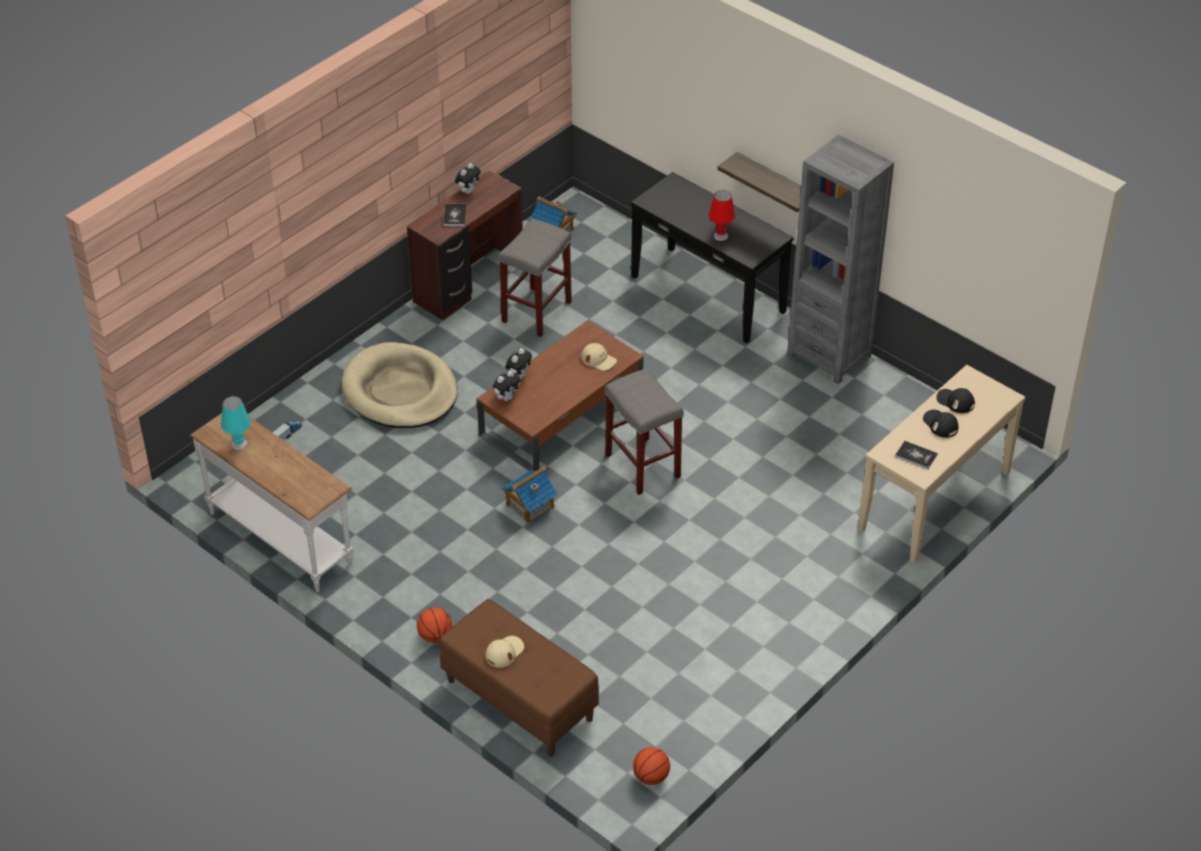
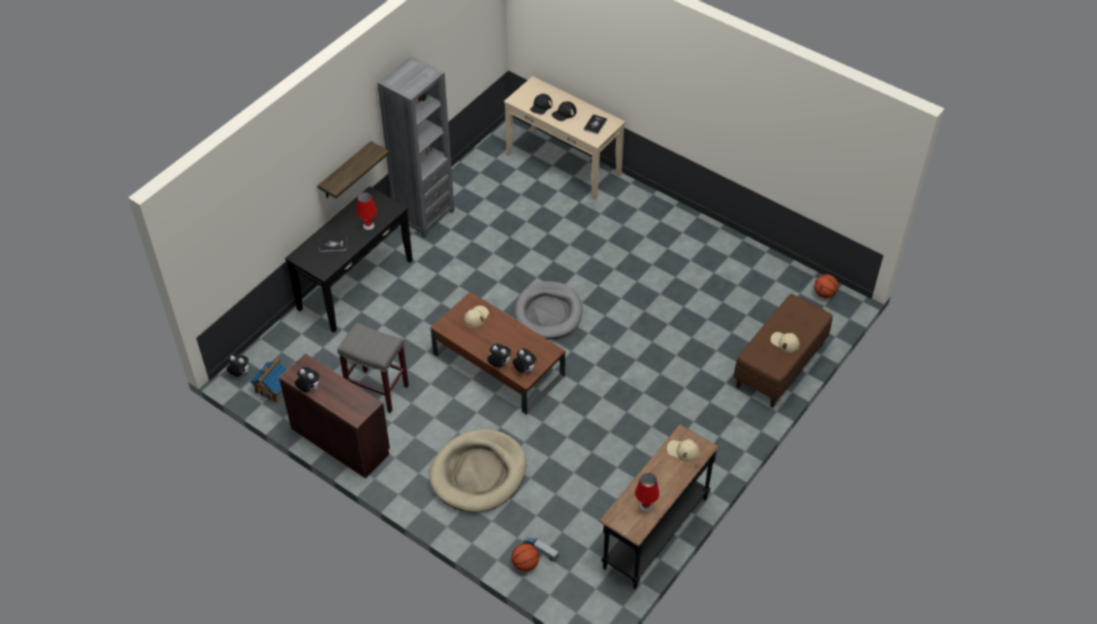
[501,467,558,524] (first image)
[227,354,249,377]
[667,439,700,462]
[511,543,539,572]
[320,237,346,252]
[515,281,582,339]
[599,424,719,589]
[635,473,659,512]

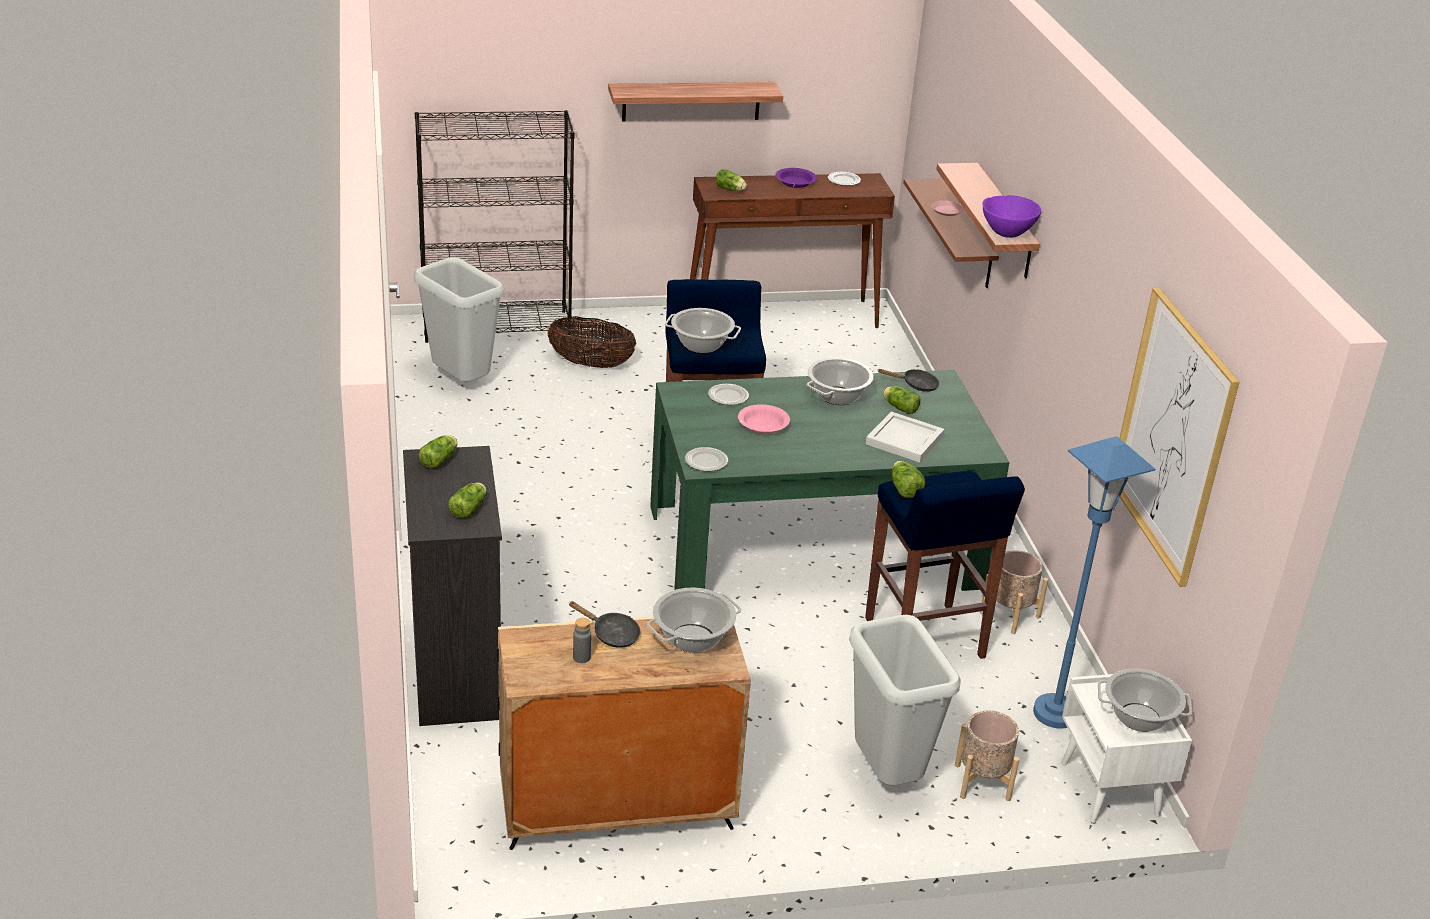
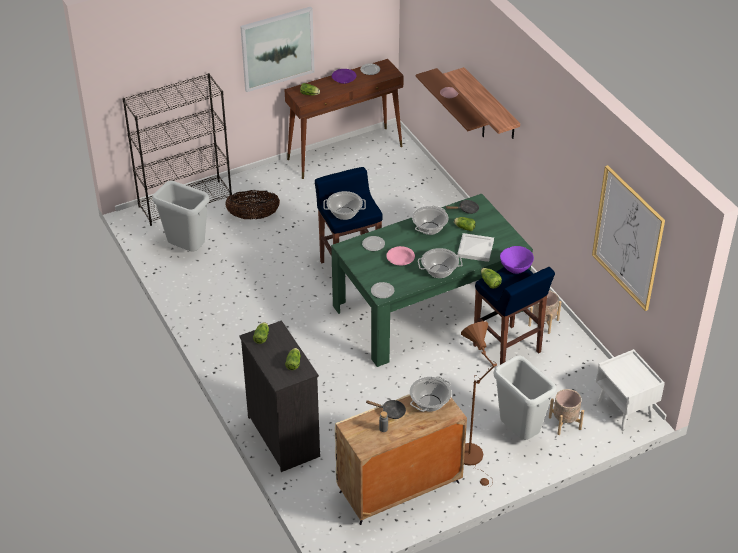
[1033,436,1155,728] (first image)
[461,321,497,487]
[500,246,534,274]
[418,248,463,278]
[240,7,315,92]

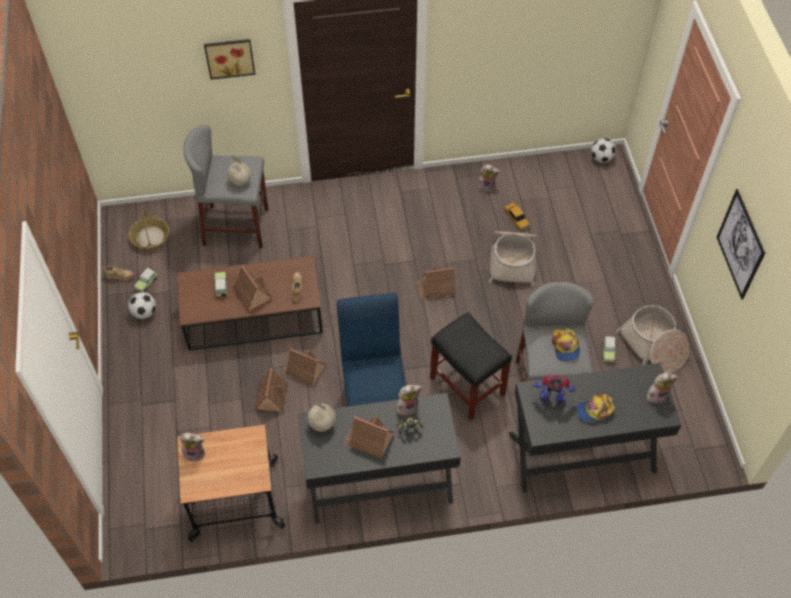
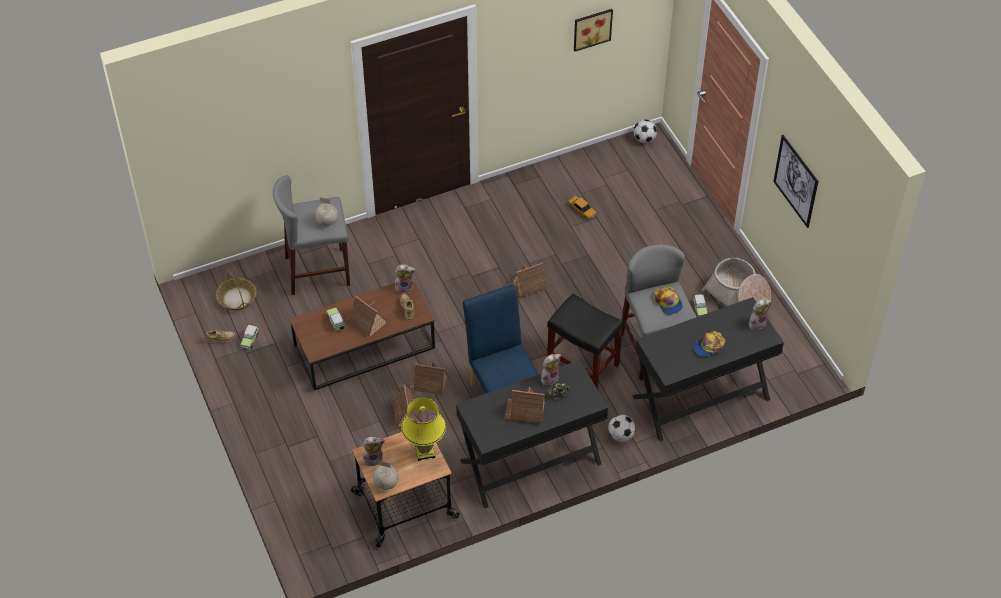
[489,231,537,287] (first image)
[533,375,576,405] (first image)
[401,398,446,461]
[608,415,636,442]
[574,9,613,52]
[373,461,399,490]
[395,265,416,293]

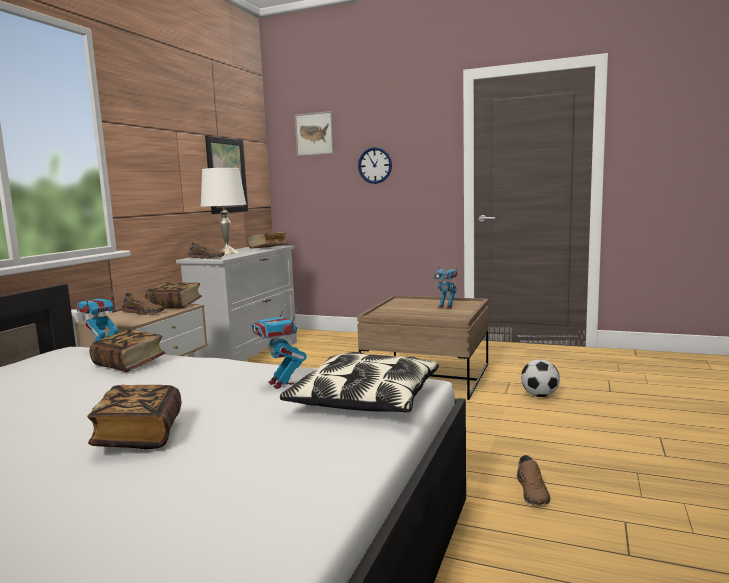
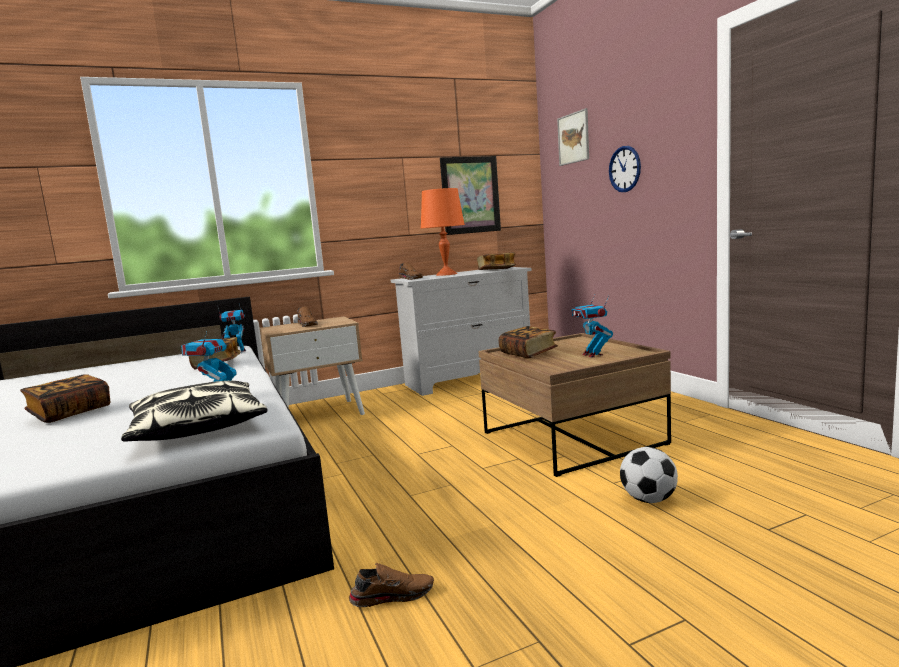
[498,326,558,359]
[421,188,465,276]
[349,563,434,607]

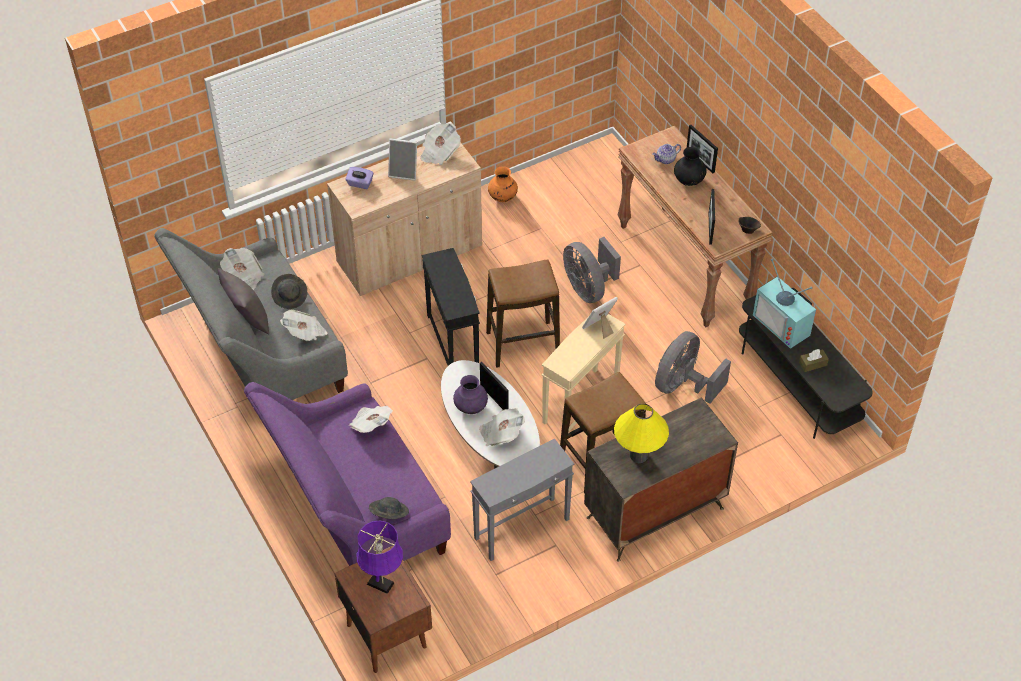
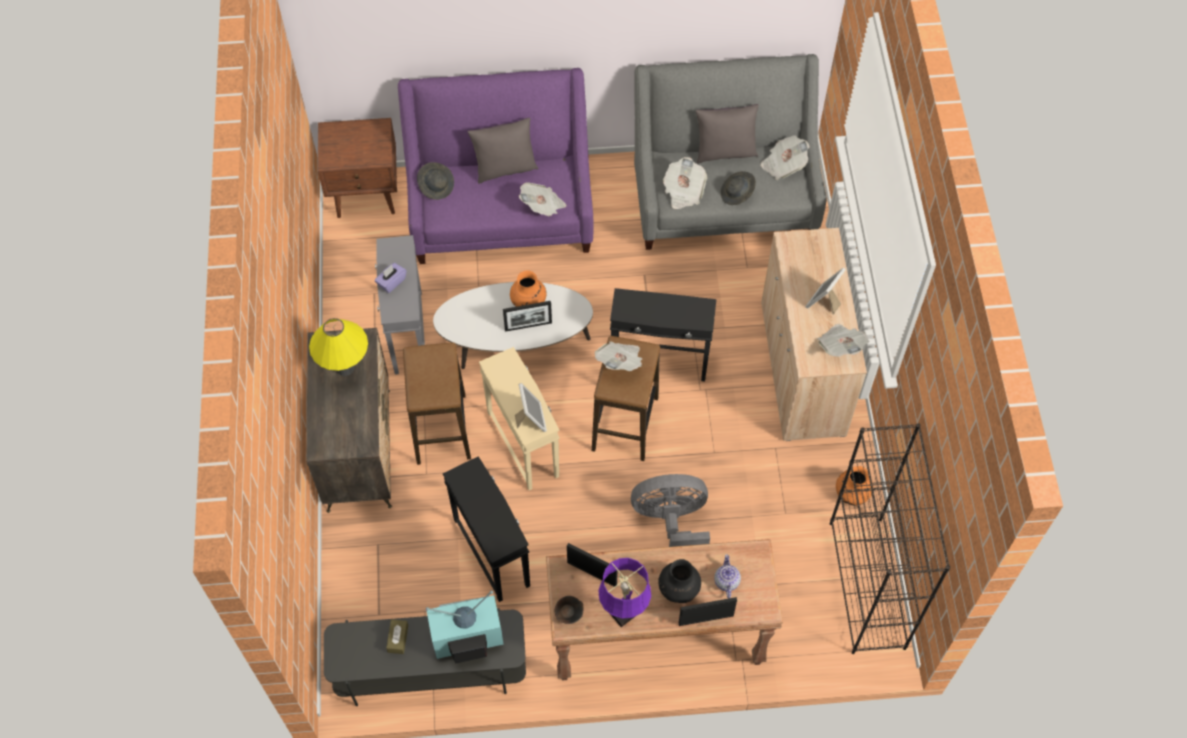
[468,118,538,184]
[830,423,950,654]
[375,263,406,293]
[598,558,651,627]
[595,341,642,371]
[443,456,530,602]
[510,270,547,307]

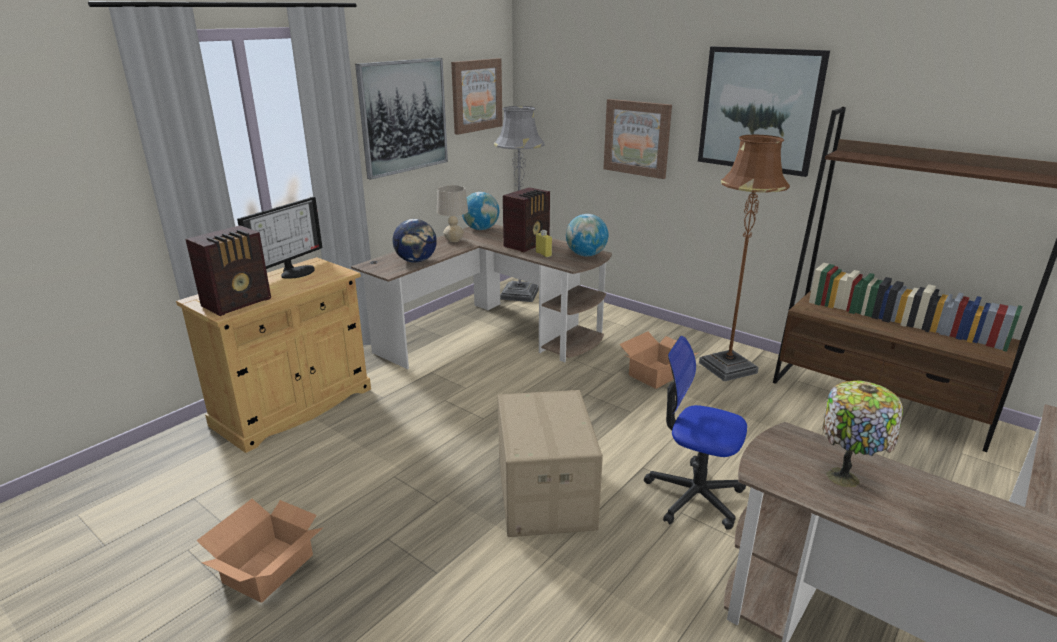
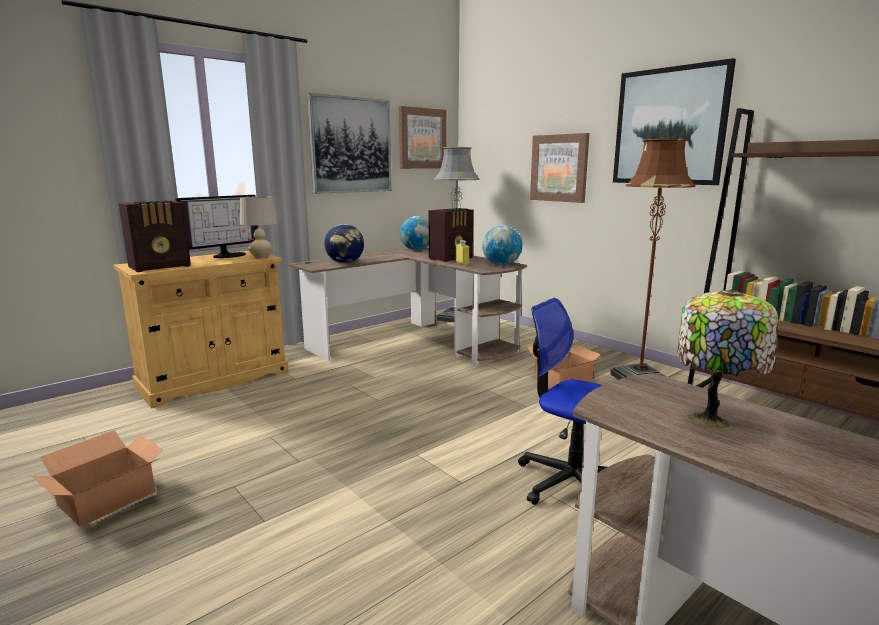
[498,390,603,537] (first image)
[240,196,277,258]

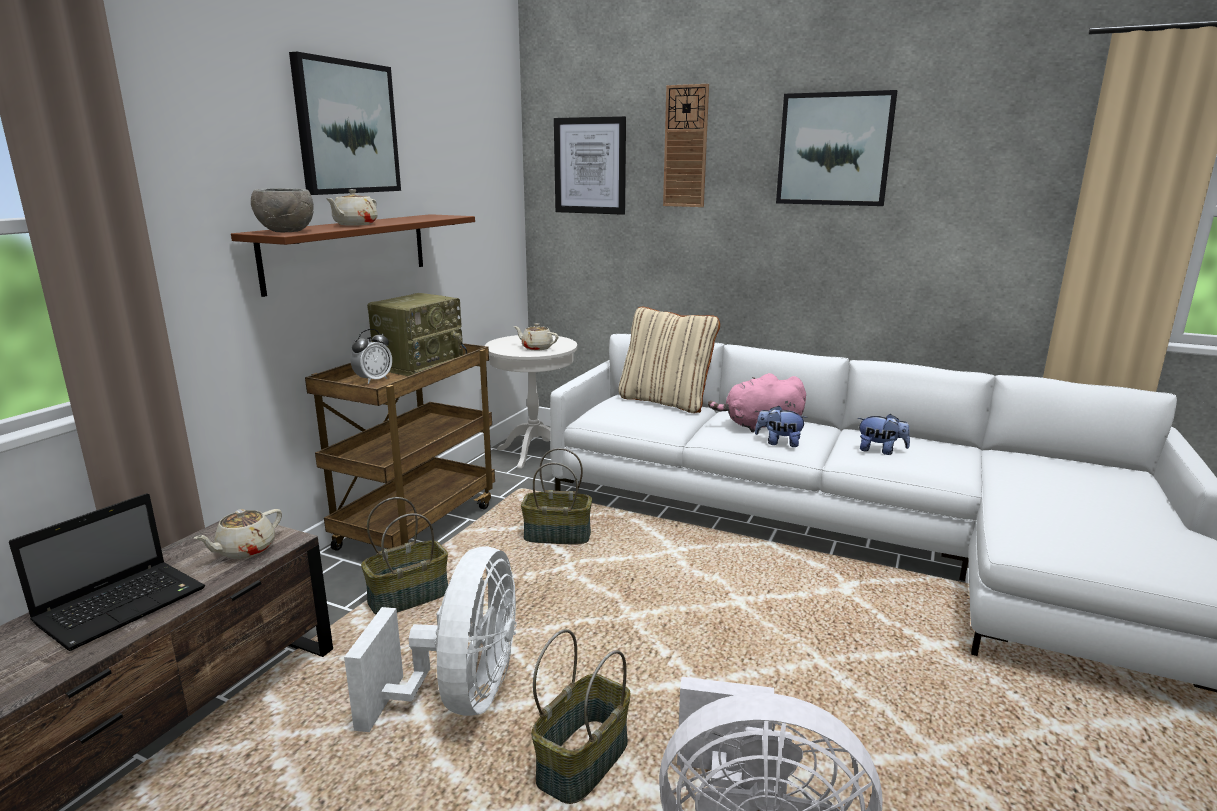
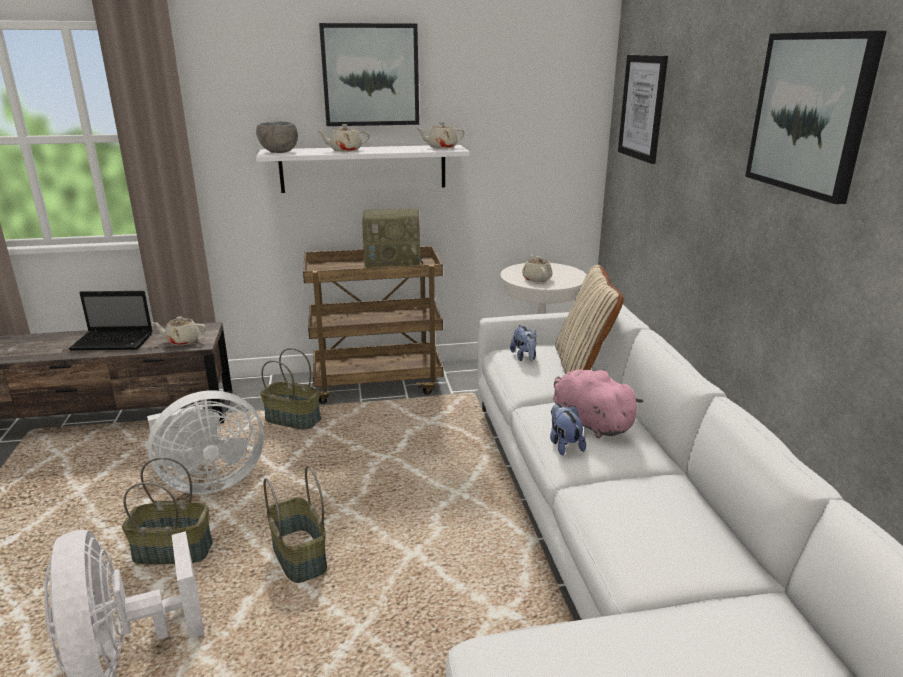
[351,329,392,384] (first image)
[663,84,709,207] (first image)
[416,122,465,149]
[263,466,327,583]
[510,325,537,361]
[256,145,469,193]

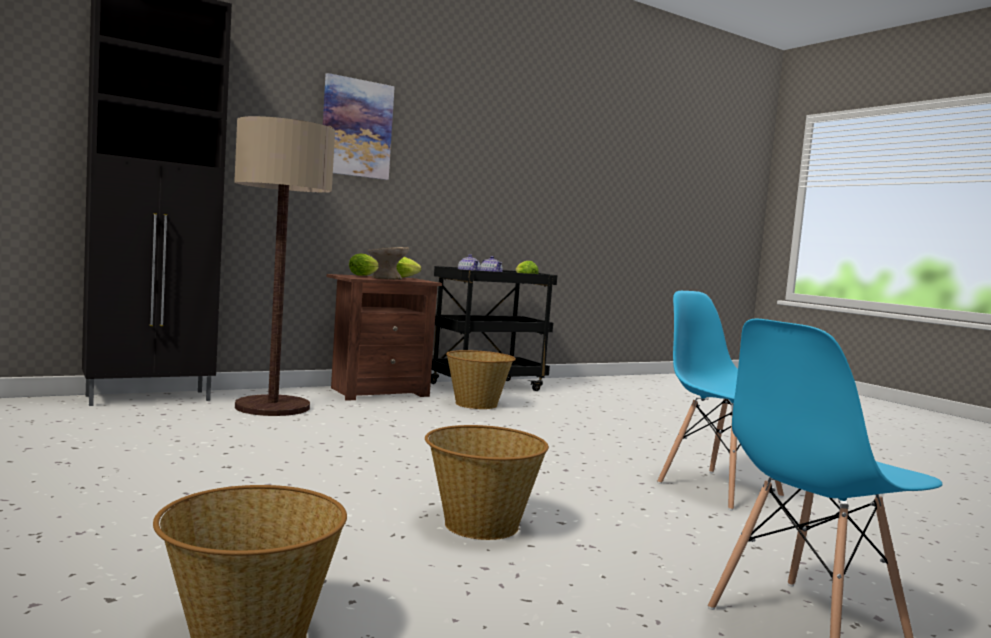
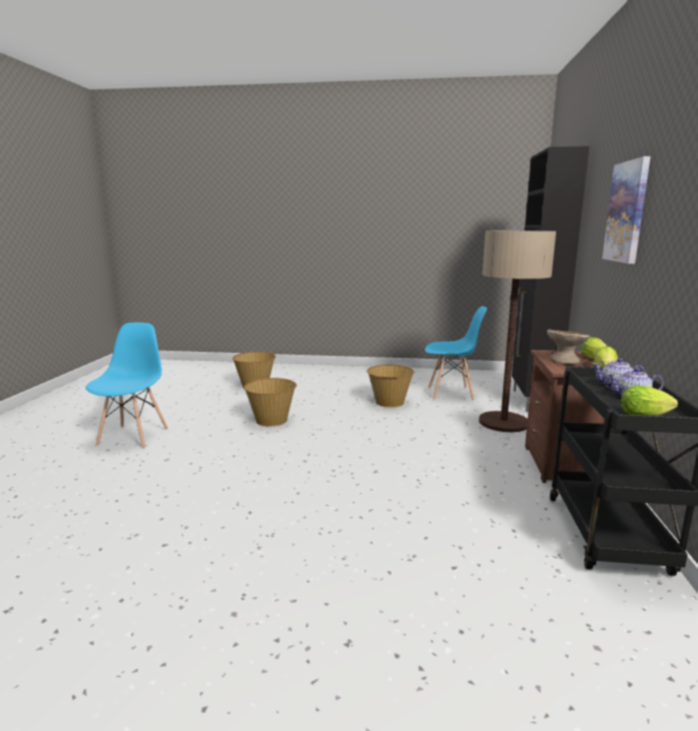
[367,365,414,407]
[425,306,487,401]

